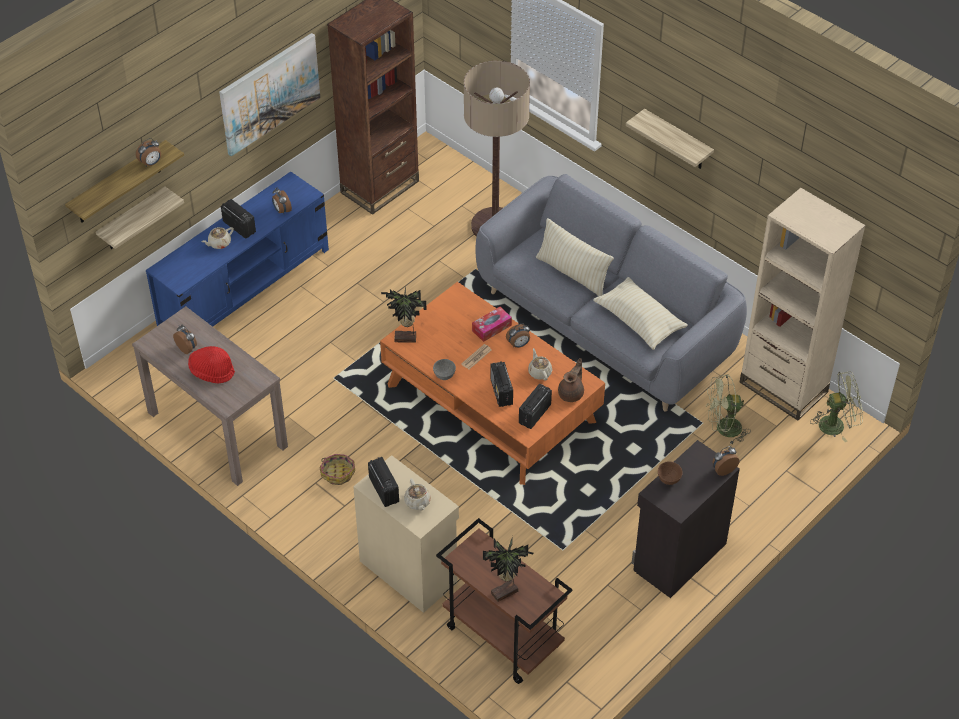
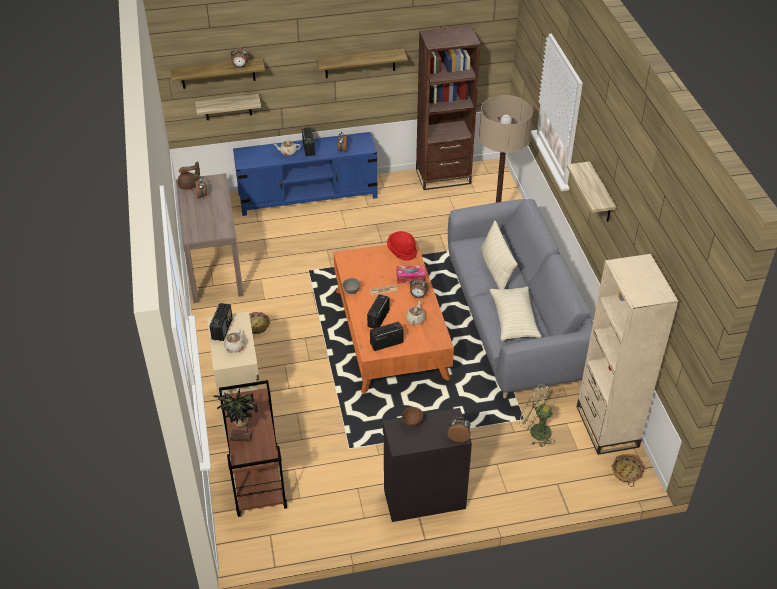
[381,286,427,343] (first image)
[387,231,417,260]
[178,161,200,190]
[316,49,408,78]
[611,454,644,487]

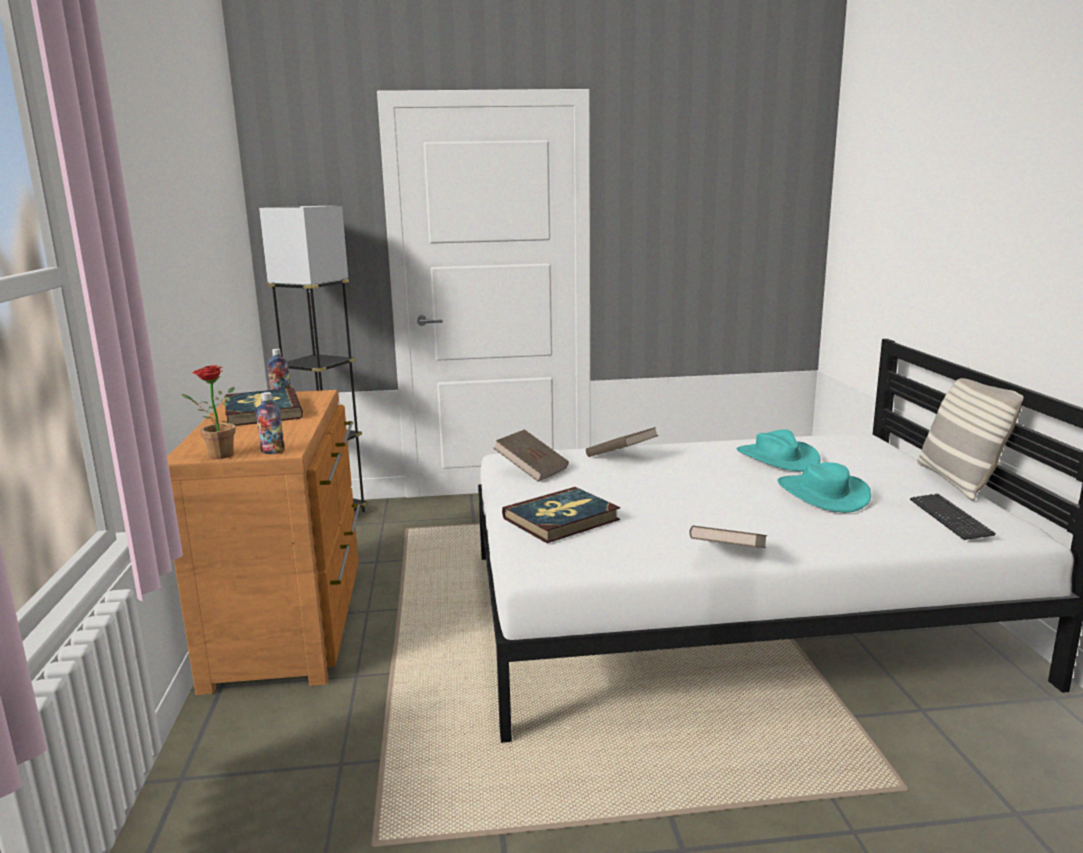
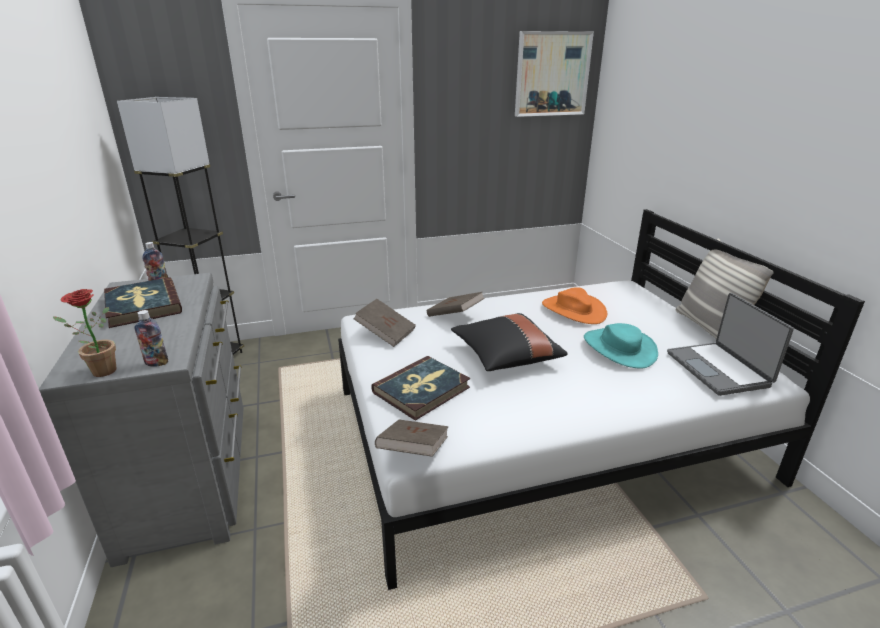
[451,313,568,371]
[515,31,594,117]
[375,420,449,457]
[667,293,794,396]
[39,273,244,567]
[542,287,607,324]

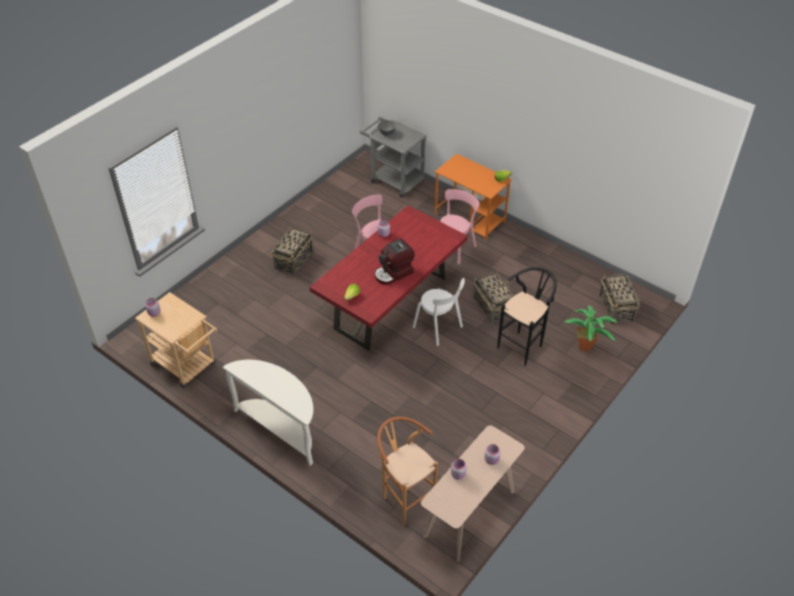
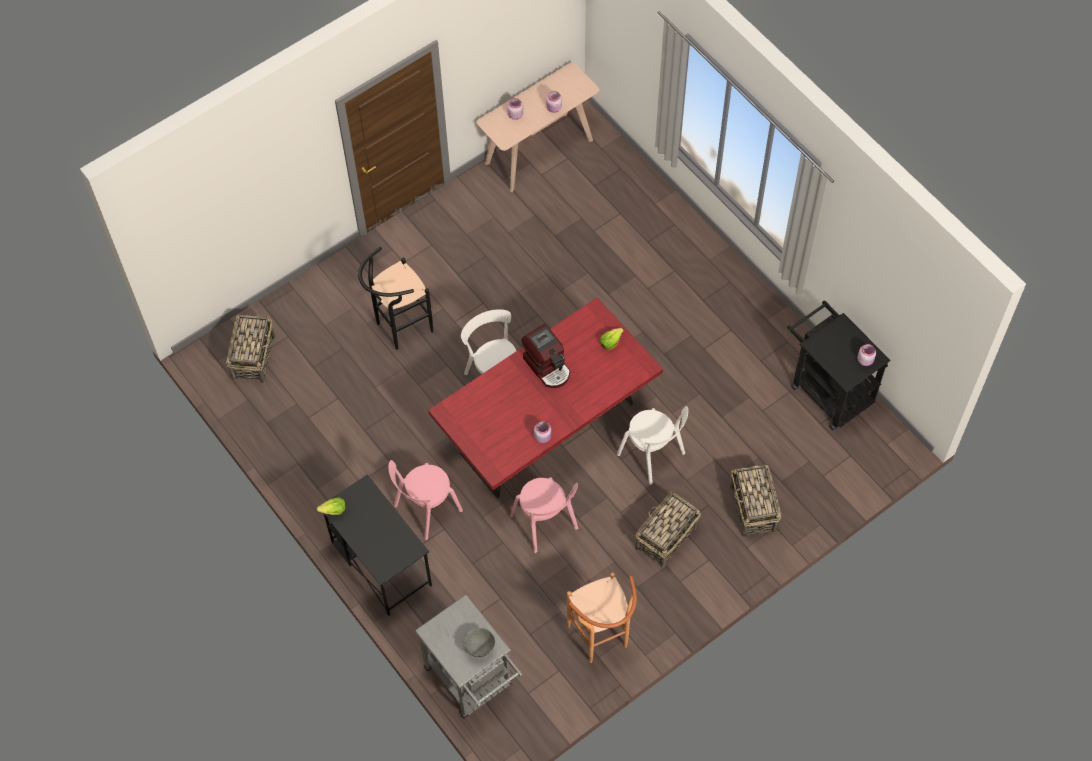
[223,360,313,466] (first image)
[564,306,617,351] (first image)
[617,406,688,485]
[567,572,637,663]
[730,465,781,537]
[787,300,890,430]
[323,475,432,616]
[522,324,570,388]

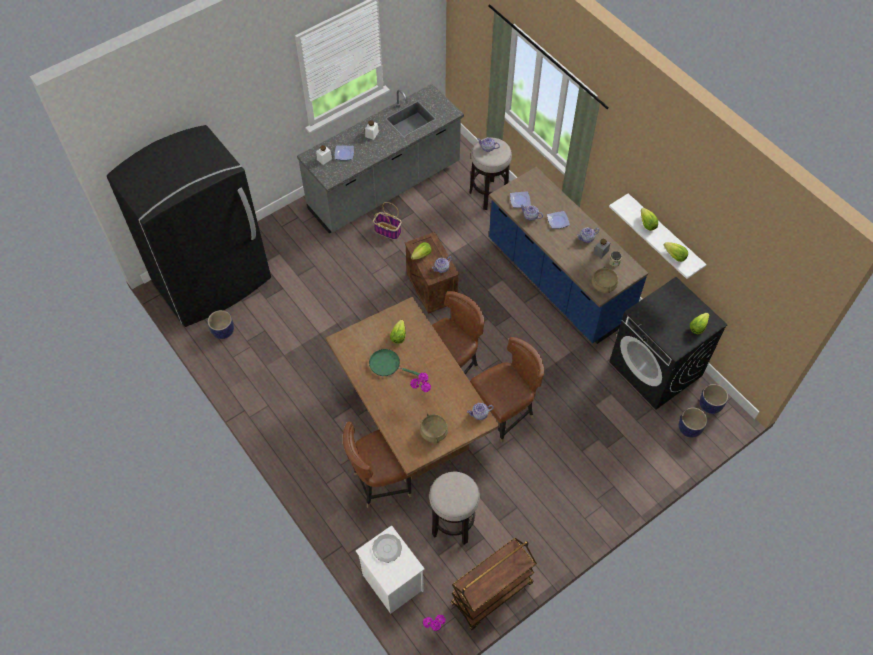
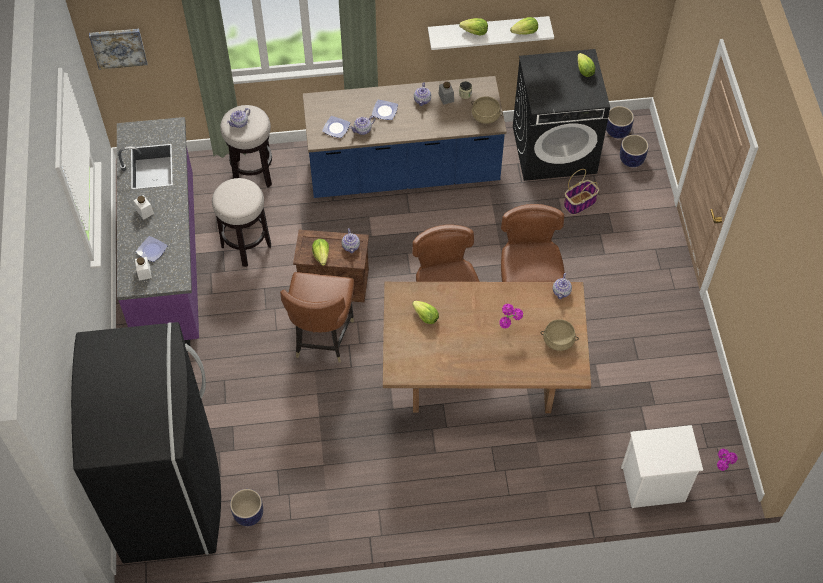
[369,349,420,376] (first image)
[372,534,402,563] (first image)
[450,538,537,630] (first image)
[89,29,147,69]
[280,272,354,363]
[564,169,599,215]
[212,178,271,267]
[117,117,199,346]

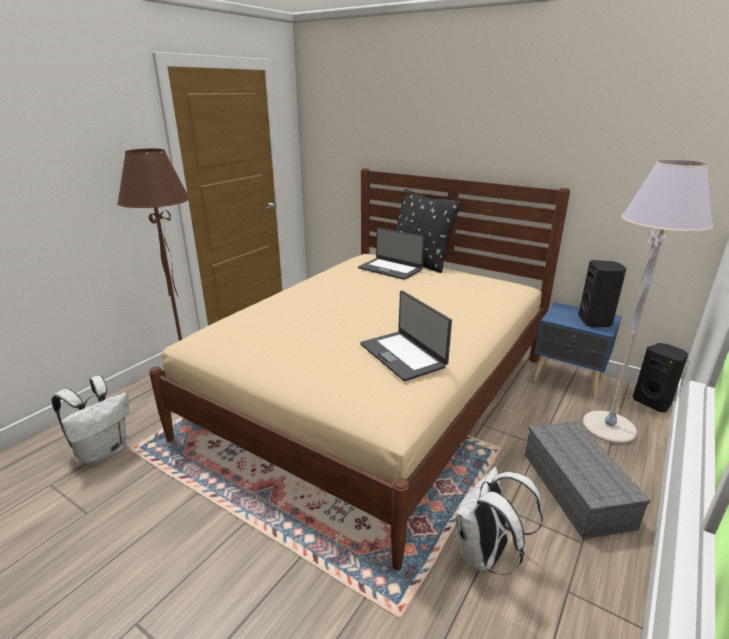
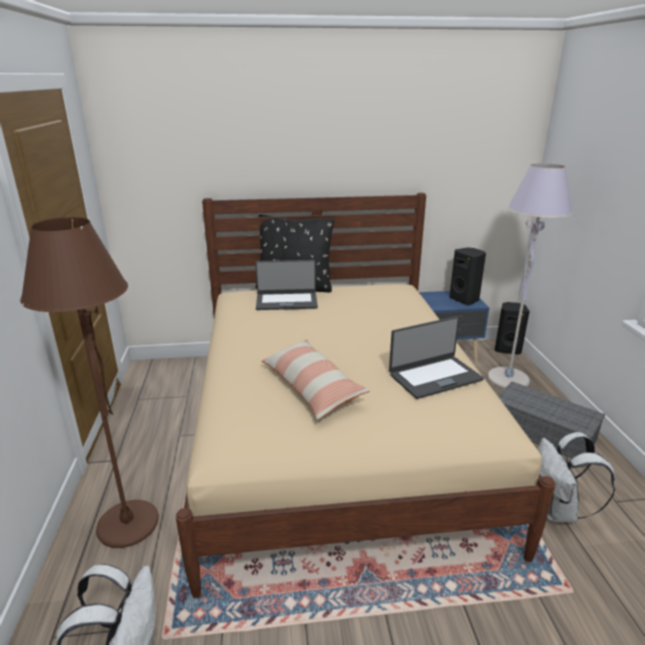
[261,339,370,420]
[389,316,484,399]

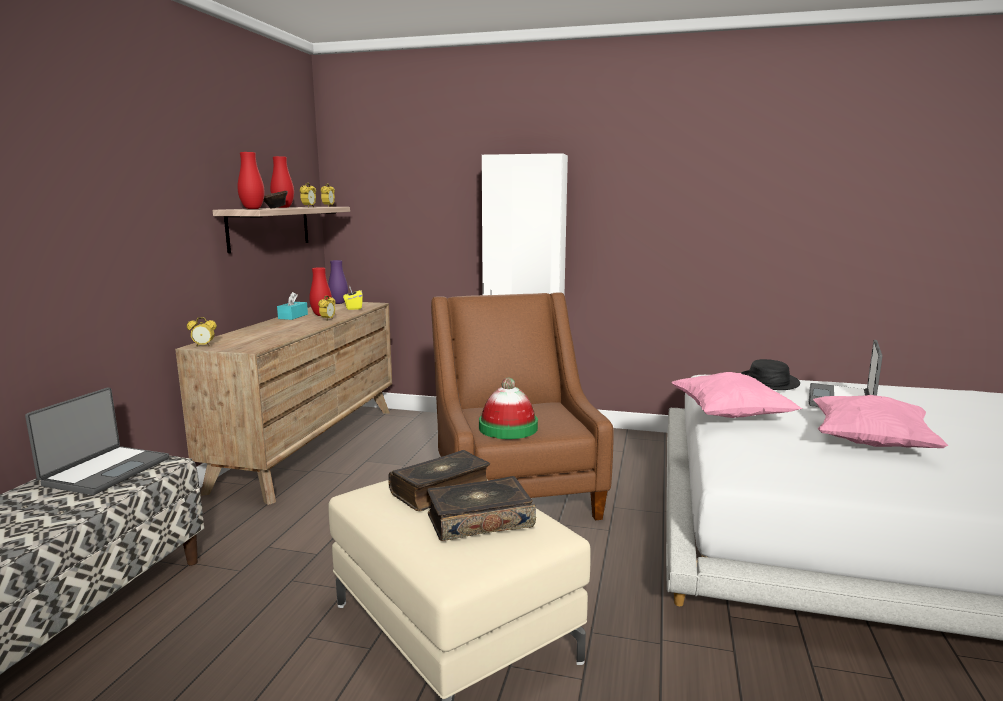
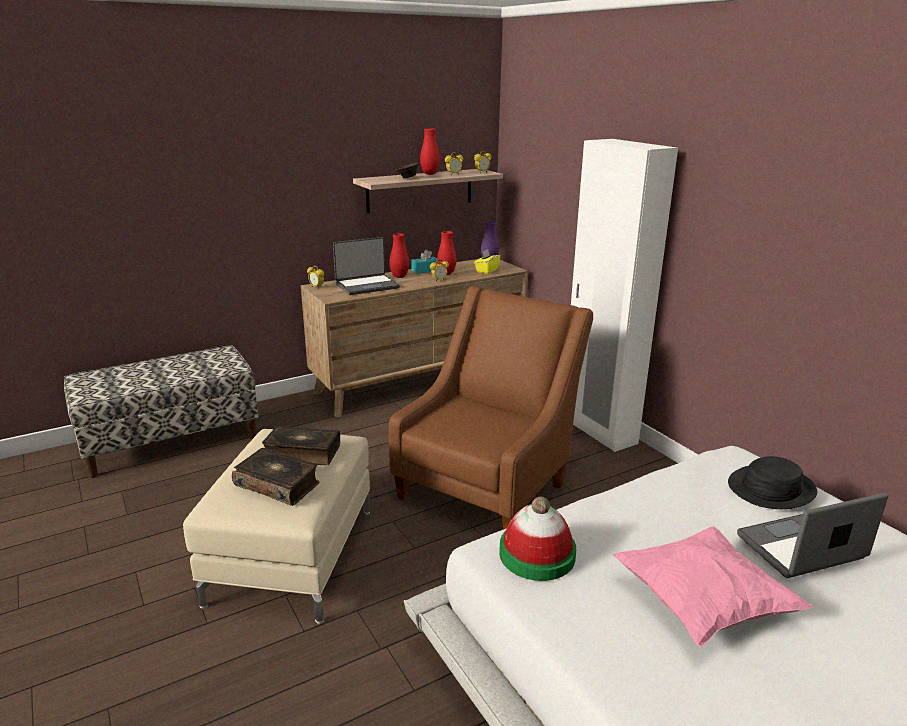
[672,372,802,418] (first image)
[333,237,400,295]
[389,233,409,278]
[499,497,576,581]

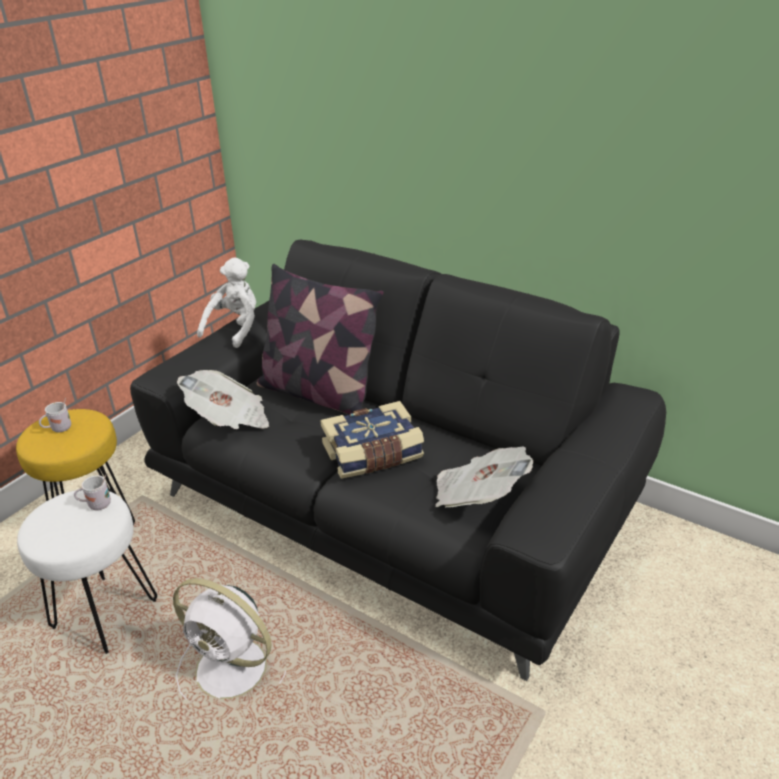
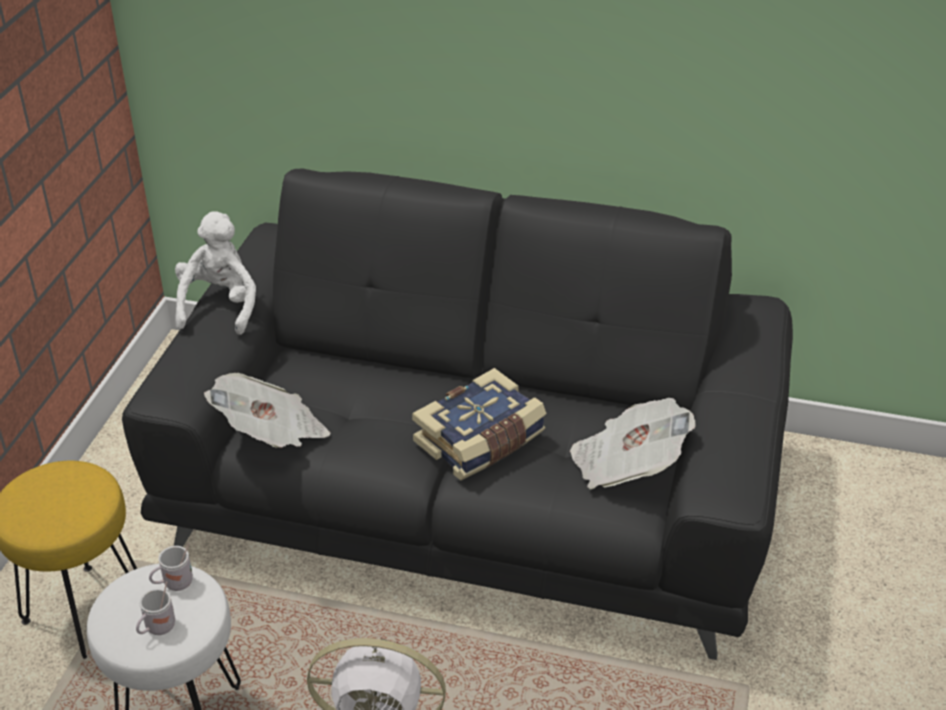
[257,264,384,414] (first image)
[136,581,175,635]

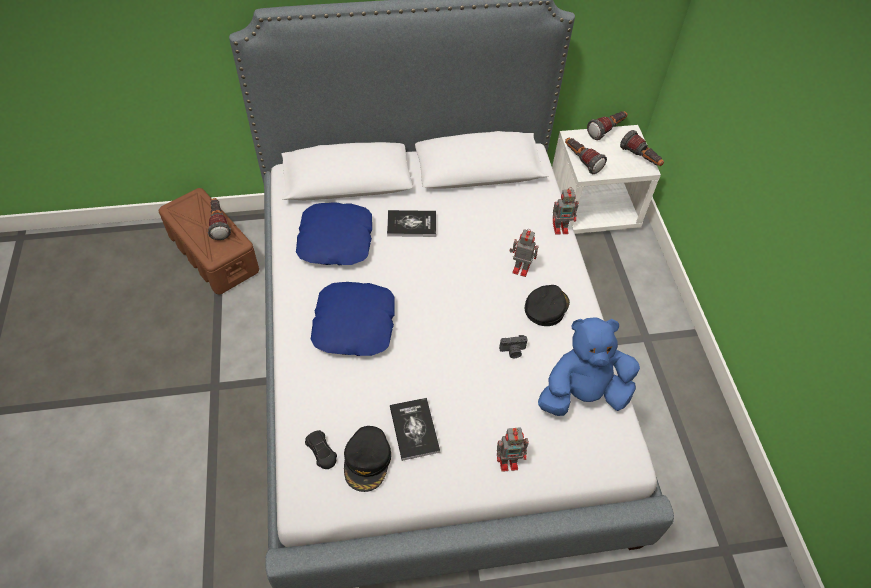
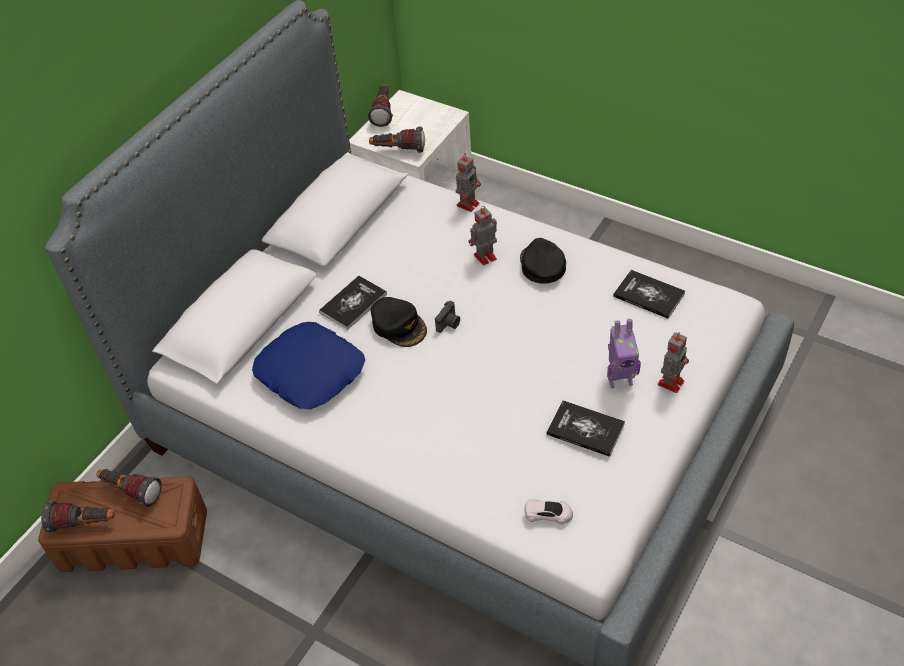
[311,282,395,356] (first image)
[607,319,641,388]
[371,297,427,347]
[435,301,460,333]
[41,500,115,533]
[613,270,685,319]
[524,499,573,524]

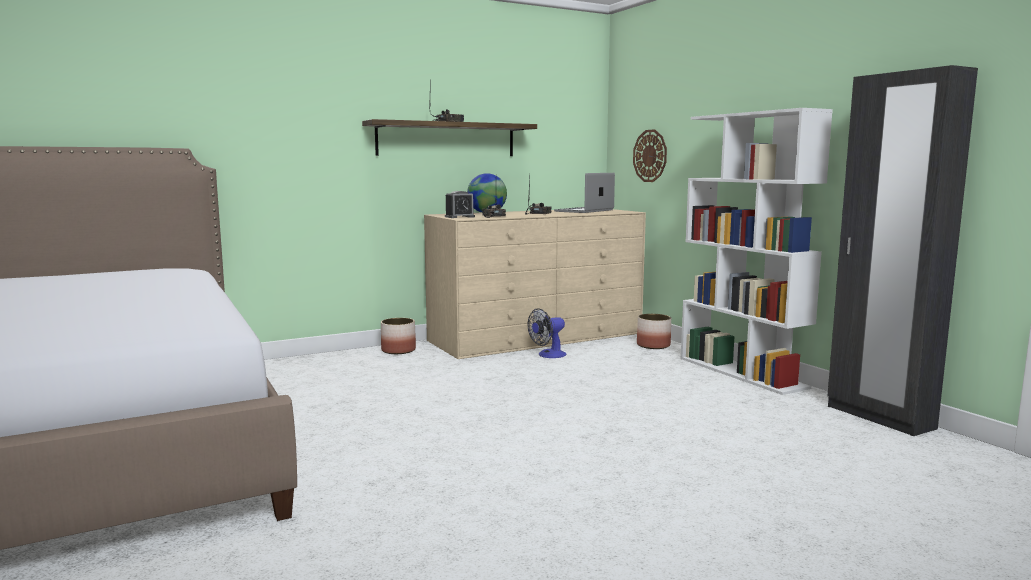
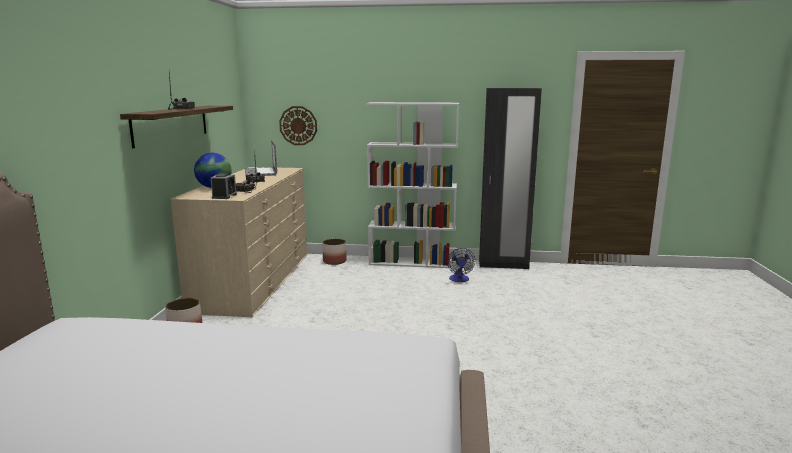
[447,248,475,282]

